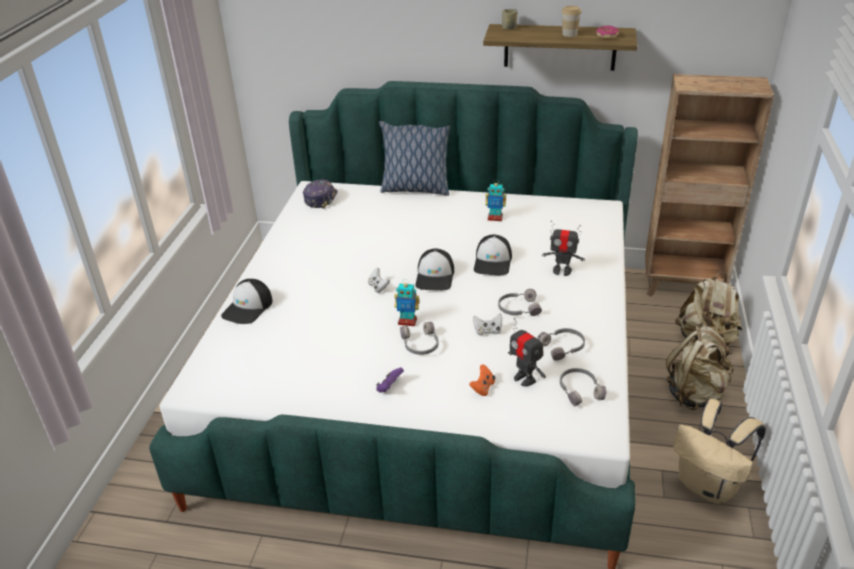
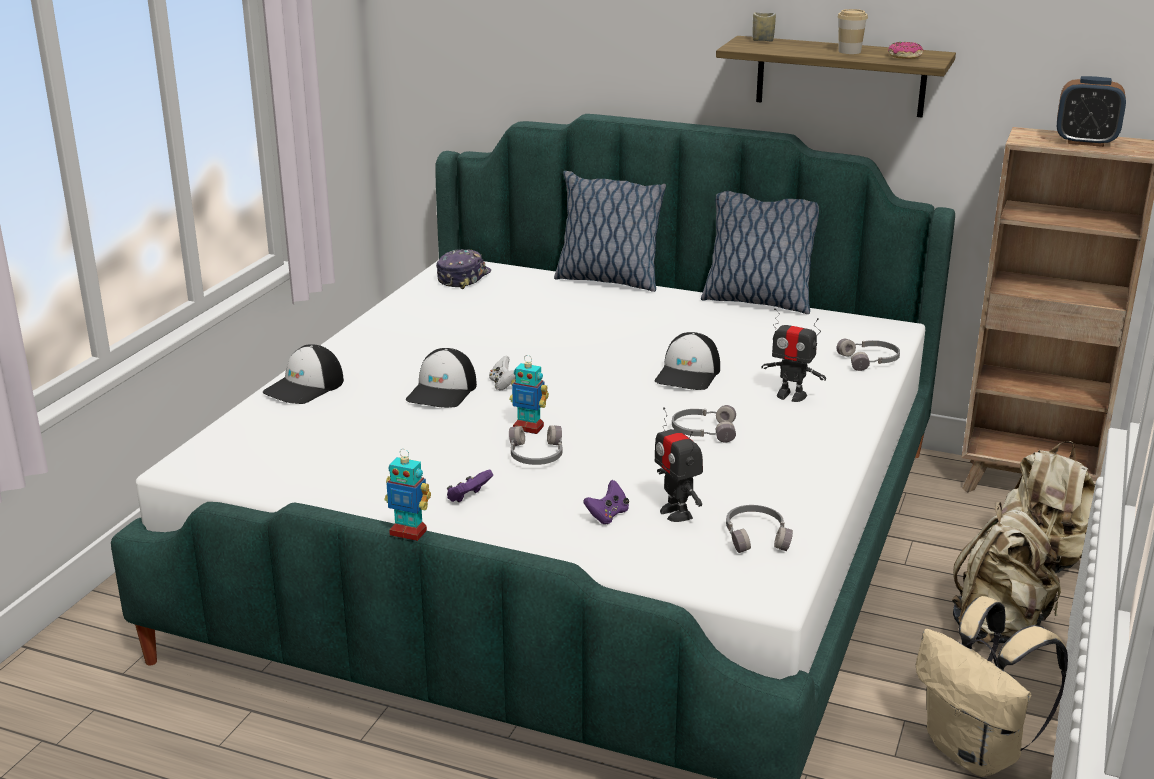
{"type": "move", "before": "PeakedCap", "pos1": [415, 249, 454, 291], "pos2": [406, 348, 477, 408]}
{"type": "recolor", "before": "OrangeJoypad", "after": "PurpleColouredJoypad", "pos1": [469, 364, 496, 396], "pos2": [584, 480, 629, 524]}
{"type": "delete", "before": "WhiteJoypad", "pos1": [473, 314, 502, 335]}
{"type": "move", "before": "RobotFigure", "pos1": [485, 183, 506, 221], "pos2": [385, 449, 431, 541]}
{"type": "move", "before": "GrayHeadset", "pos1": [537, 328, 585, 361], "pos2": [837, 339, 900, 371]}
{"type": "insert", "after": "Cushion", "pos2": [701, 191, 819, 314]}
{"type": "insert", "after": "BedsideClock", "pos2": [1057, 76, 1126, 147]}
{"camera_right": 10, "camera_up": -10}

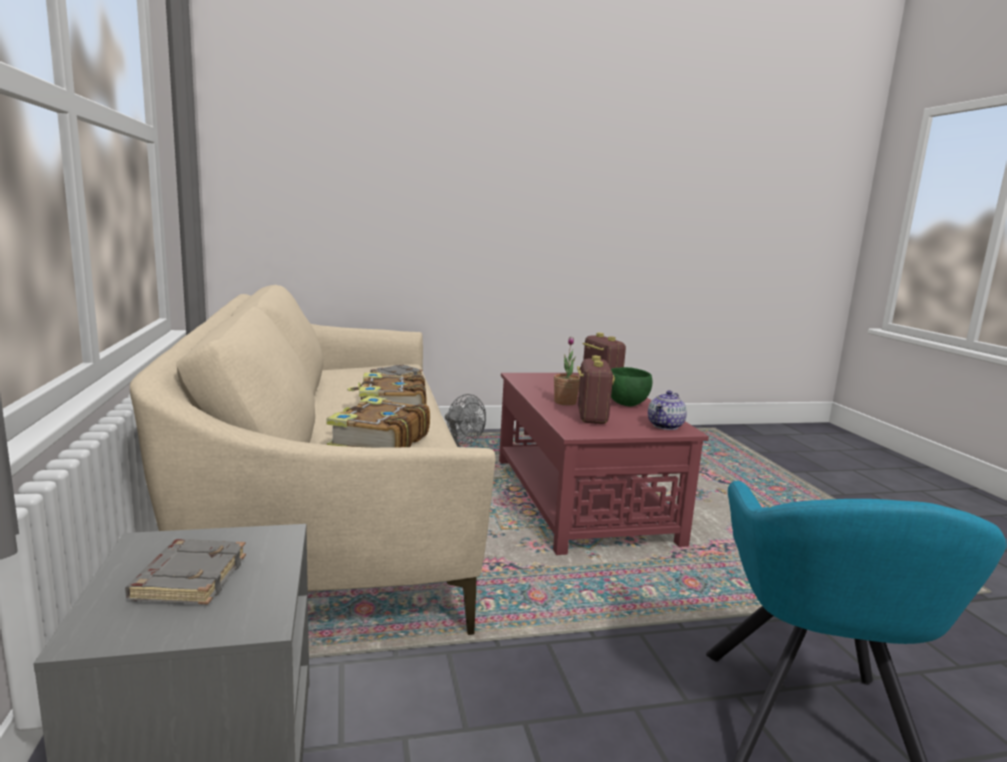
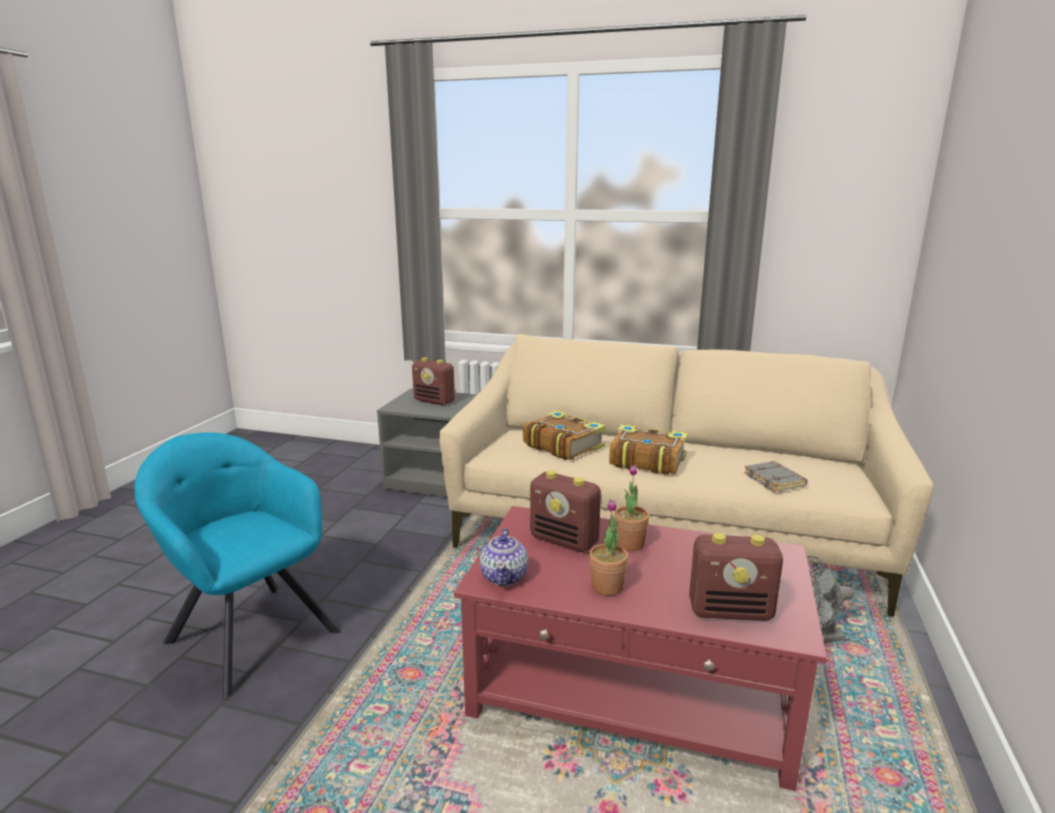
{"type": "replace", "before": "GrayVolume", "after": "RadioReceiver", "pos1": [125, 539, 246, 605], "pos2": [412, 357, 455, 405]}
{"type": "replace", "before": "GreenColouredServingBowl", "after": "Houseplant", "pos1": [611, 367, 652, 407], "pos2": [589, 499, 628, 596]}
{"type": "rotate", "before": "PotForTea", "pos1": [648, 390, 687, 430], "pos2": [480, 528, 528, 586], "turn": -150}
{"camera_right": 120, "camera_up": 5}

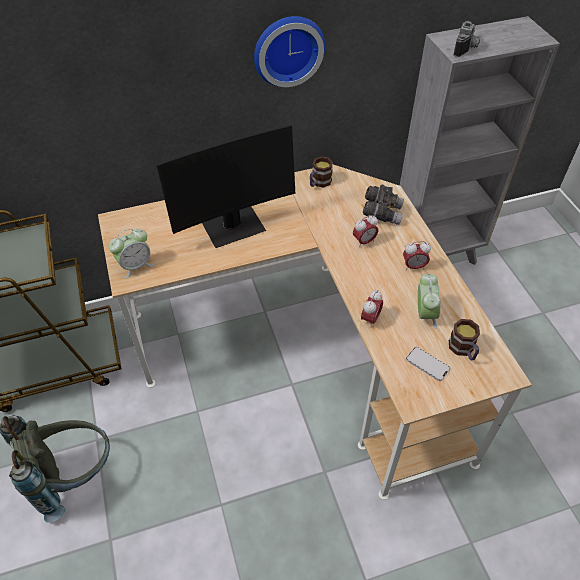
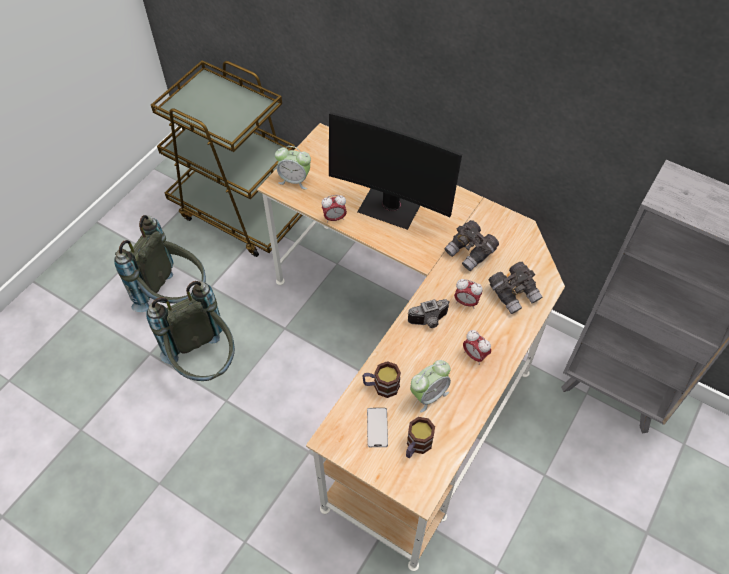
{"type": "delete", "before": "ClockOnTheWall", "pos1": [254, 16, 325, 87]}
{"type": "move", "before": "CoffeeMug", "pos1": [310, 156, 333, 188], "pos2": [362, 361, 401, 398]}
{"type": "move", "before": "BedsideClock", "pos1": [361, 290, 383, 328], "pos2": [322, 195, 347, 223]}
{"type": "move", "before": "PhotoCamera", "pos1": [453, 21, 480, 57], "pos2": [408, 299, 450, 328]}
{"type": "insert", "after": "GrayKnapsack", "pos2": [146, 281, 235, 381]}
{"type": "insert", "after": "GrayBinoculars", "pos2": [444, 220, 499, 271]}
{"camera_right": 50, "camera_up": 5}

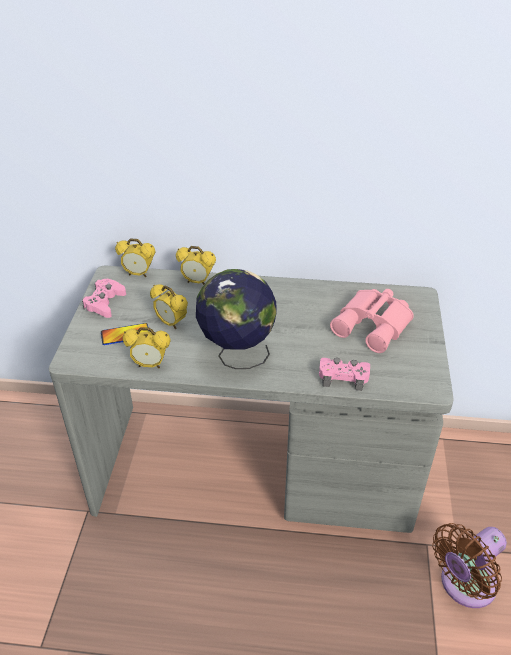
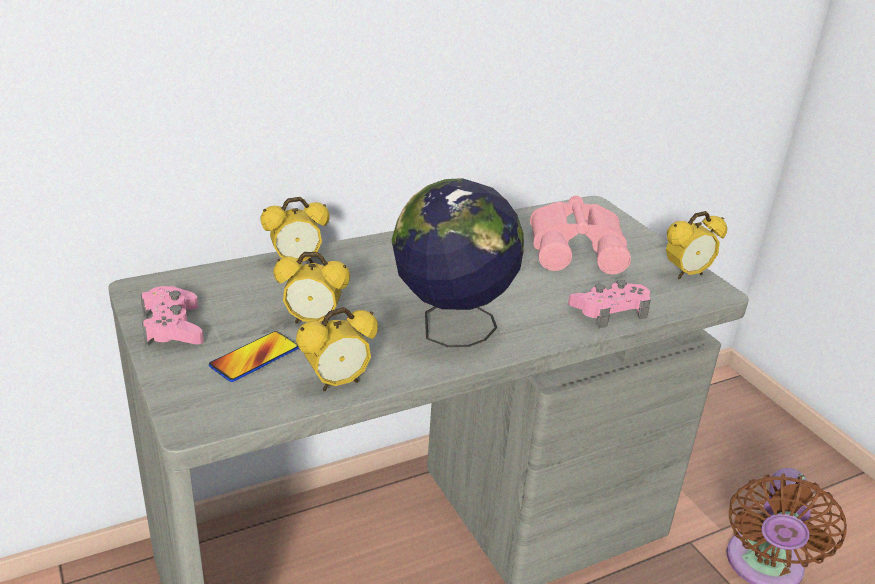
{"type": "move", "before": "BedsideClock", "pos1": [115, 239, 156, 277], "pos2": [666, 211, 727, 279]}
{"camera_right": -35, "camera_up": -10}

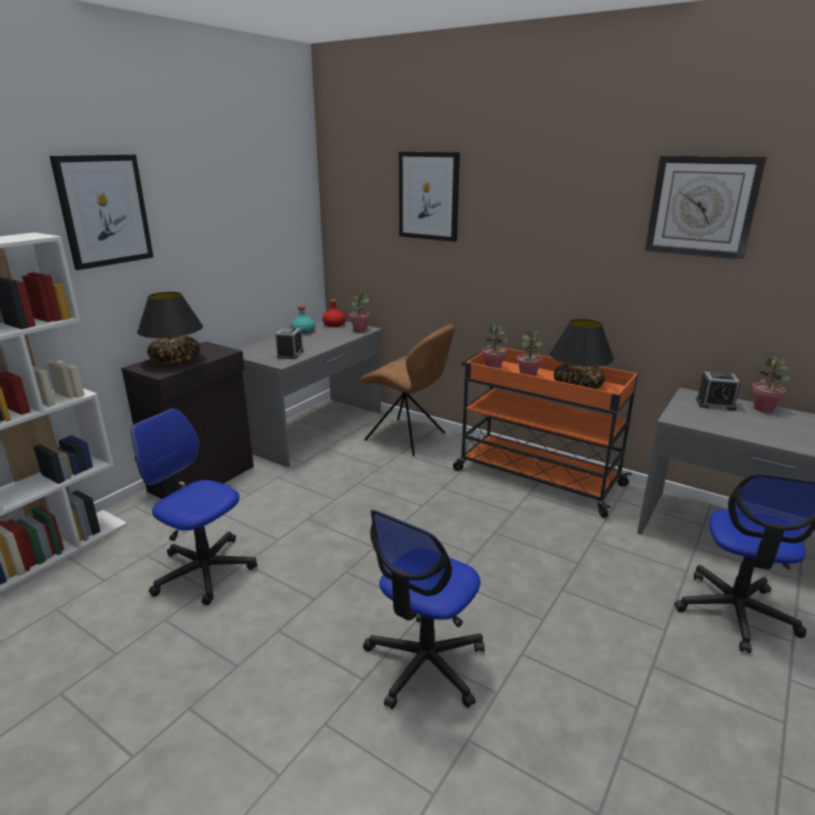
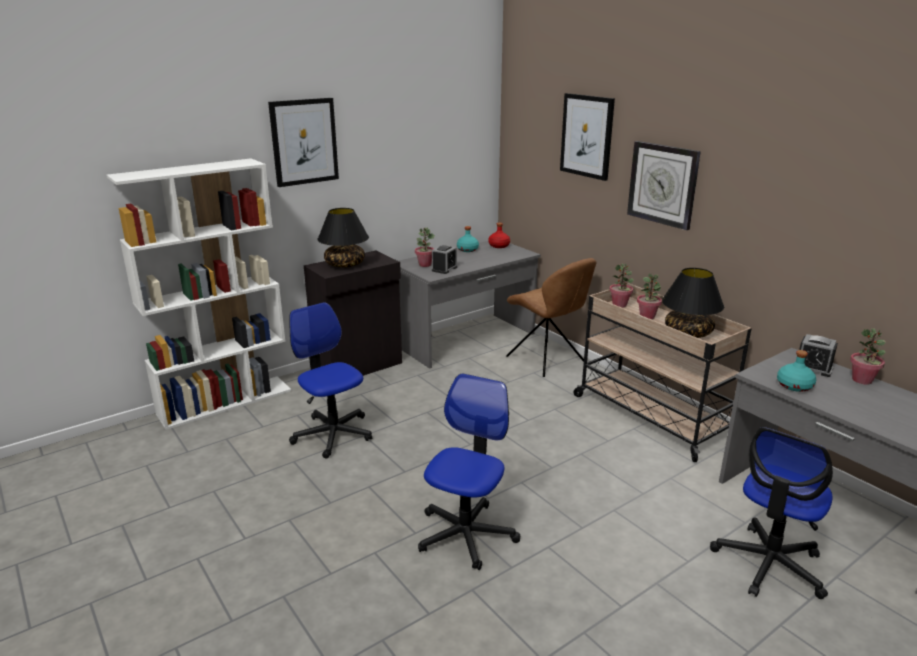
{"type": "move", "before": "Houseplant", "pos1": [349, 291, 370, 332], "pos2": [415, 227, 435, 267]}
{"type": "rotate", "before": "DeskChair", "pos1": [363, 510, 485, 709], "pos2": [418, 374, 520, 570], "turn": 150}
{"type": "recolor", "before": "OrangeWheeledCart", "after": "SandColouredWheeledCart", "pos1": [453, 347, 638, 518], "pos2": [573, 283, 752, 462]}
{"type": "move", "before": "ClockOnTheWall", "pos1": [645, 156, 767, 260], "pos2": [627, 141, 701, 230]}
{"type": "insert", "after": "TurquoiseColouredDrinkBottle", "pos2": [777, 350, 816, 392]}
{"camera_right": 20, "camera_up": 0}

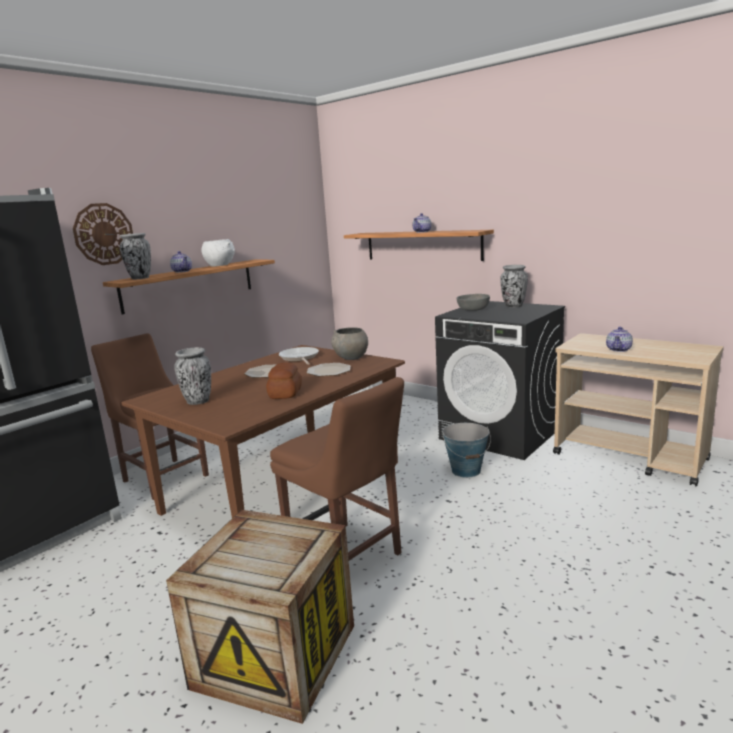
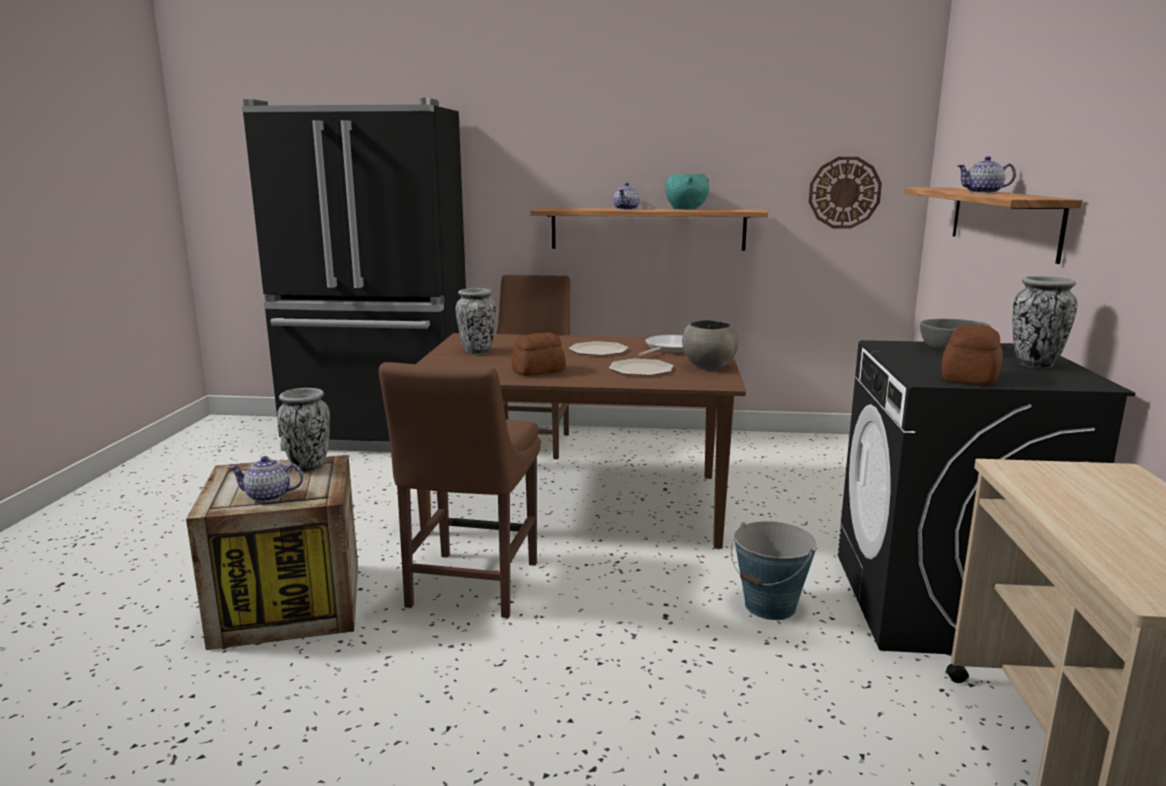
{"type": "move", "before": "ClockOnTheWall", "pos1": [73, 203, 133, 265], "pos2": [809, 157, 882, 229]}
{"type": "move", "before": "DecorativeVase", "pos1": [120, 233, 151, 279], "pos2": [277, 388, 330, 472]}
{"type": "recolor", "before": "WhiteServingBowl", "after": "TurquoiseColouredServingBowl", "pos1": [202, 239, 235, 267], "pos2": [665, 174, 709, 209]}
{"type": "move", "before": "PotForTea", "pos1": [606, 327, 633, 352], "pos2": [228, 456, 304, 502]}
{"type": "insert", "after": "BakedBread", "pos2": [941, 324, 1003, 385]}
{"camera_right": 55, "camera_up": 0}

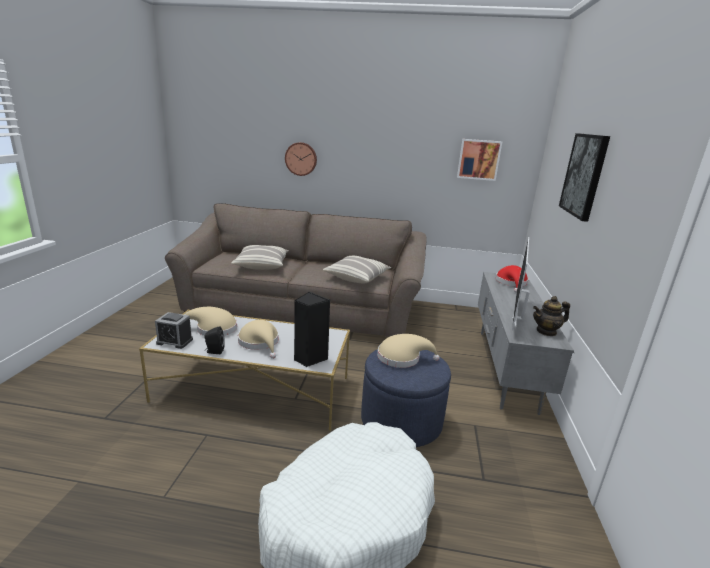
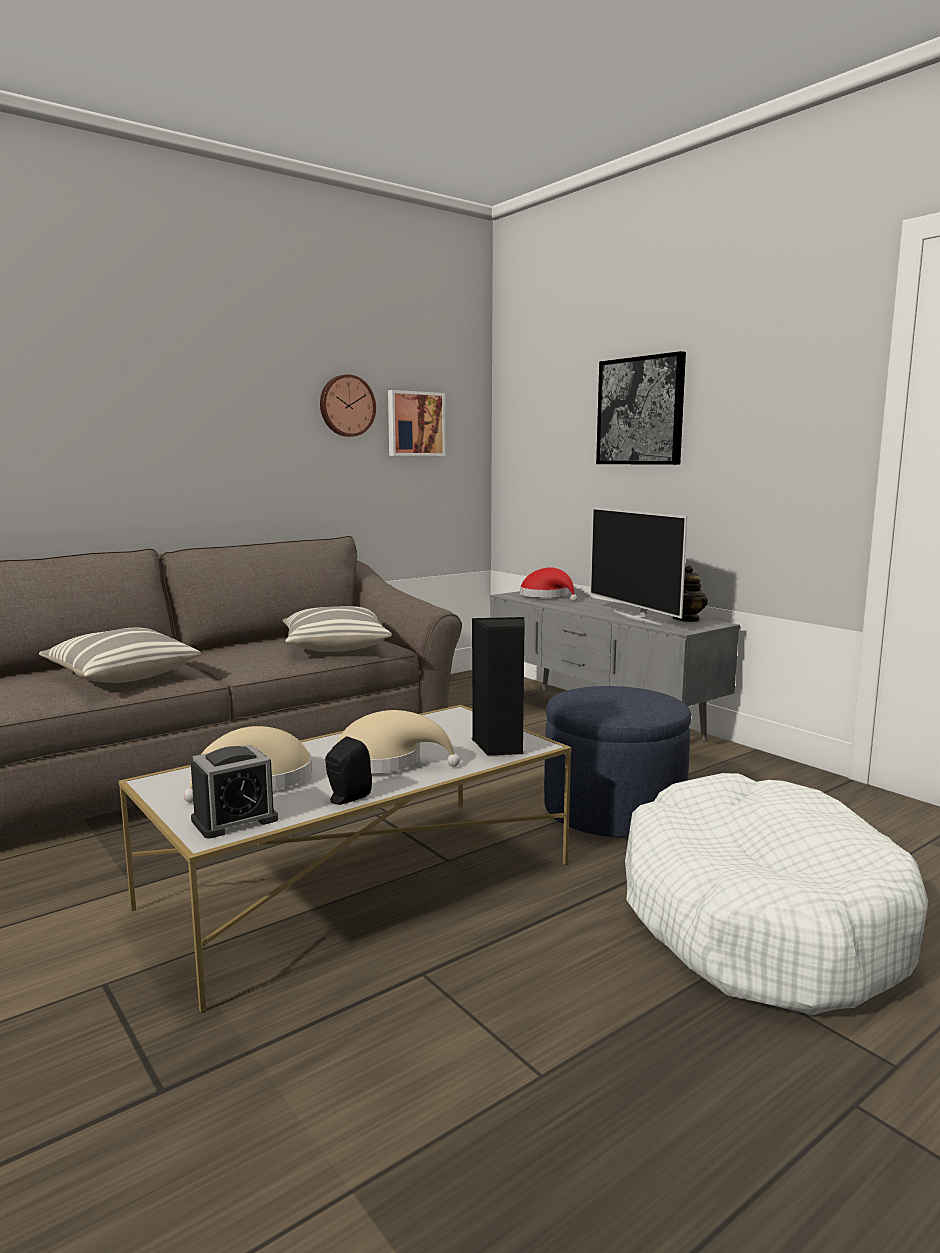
{"type": "move", "before": "ClockOnTheWall", "pos1": [285, 142, 317, 176], "pos2": [320, 374, 376, 437]}
{"type": "delete", "before": "SandColouredClothingHat", "pos1": [377, 334, 440, 368]}
{"camera_right": -45, "camera_up": -10}

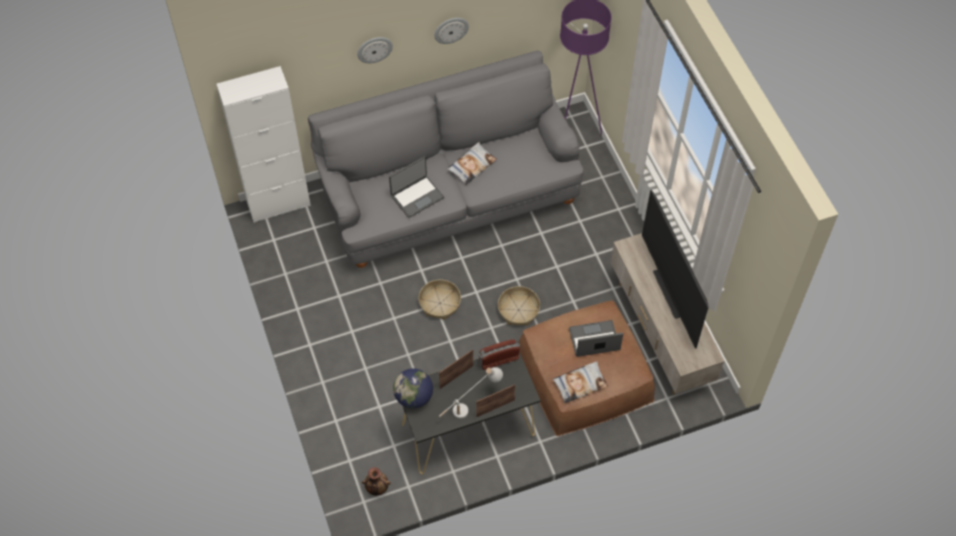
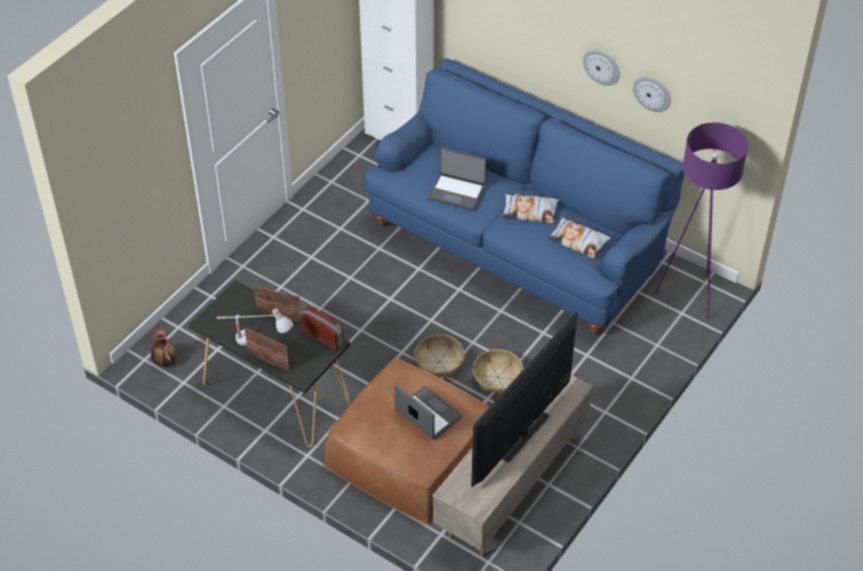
{"type": "recolor", "before": "GrayCouch", "after": "BlueCouch", "pos1": [308, 50, 583, 268], "pos2": [365, 58, 685, 334]}
{"type": "move", "before": "ClockOnTheWall", "pos1": [357, 37, 393, 63], "pos2": [633, 76, 671, 112]}
{"type": "delete", "before": "Globe", "pos1": [393, 368, 433, 409]}
{"type": "move", "before": "Basket", "pos1": [419, 280, 461, 320], "pos2": [473, 349, 523, 393]}
{"type": "move", "before": "Cushion", "pos1": [552, 361, 608, 403], "pos2": [548, 217, 610, 259]}
{"camera_right": 55, "camera_up": -10}

